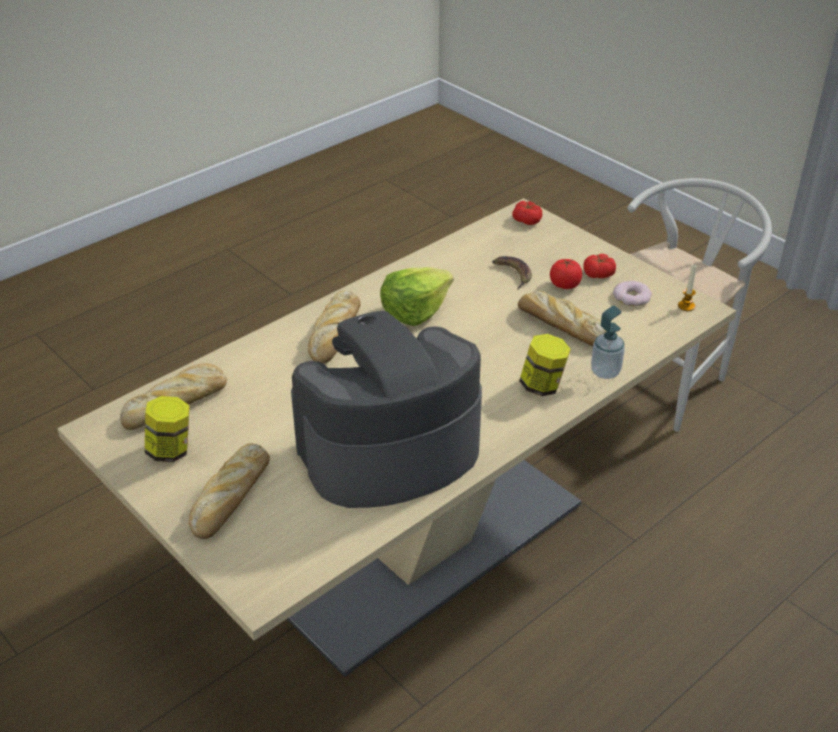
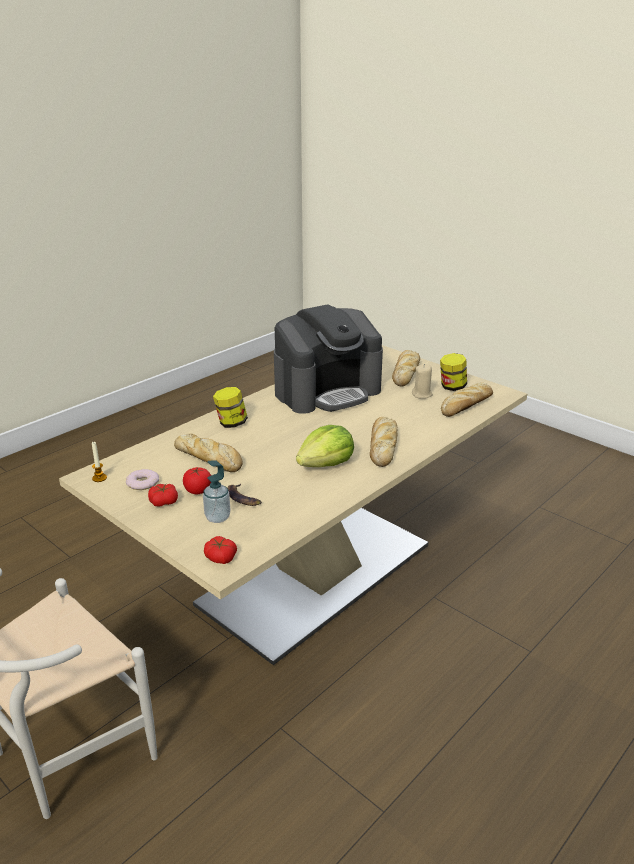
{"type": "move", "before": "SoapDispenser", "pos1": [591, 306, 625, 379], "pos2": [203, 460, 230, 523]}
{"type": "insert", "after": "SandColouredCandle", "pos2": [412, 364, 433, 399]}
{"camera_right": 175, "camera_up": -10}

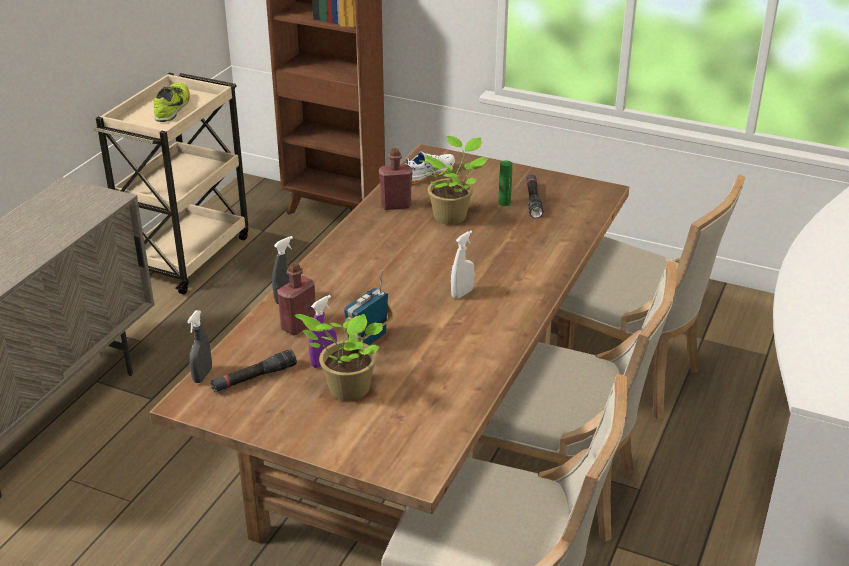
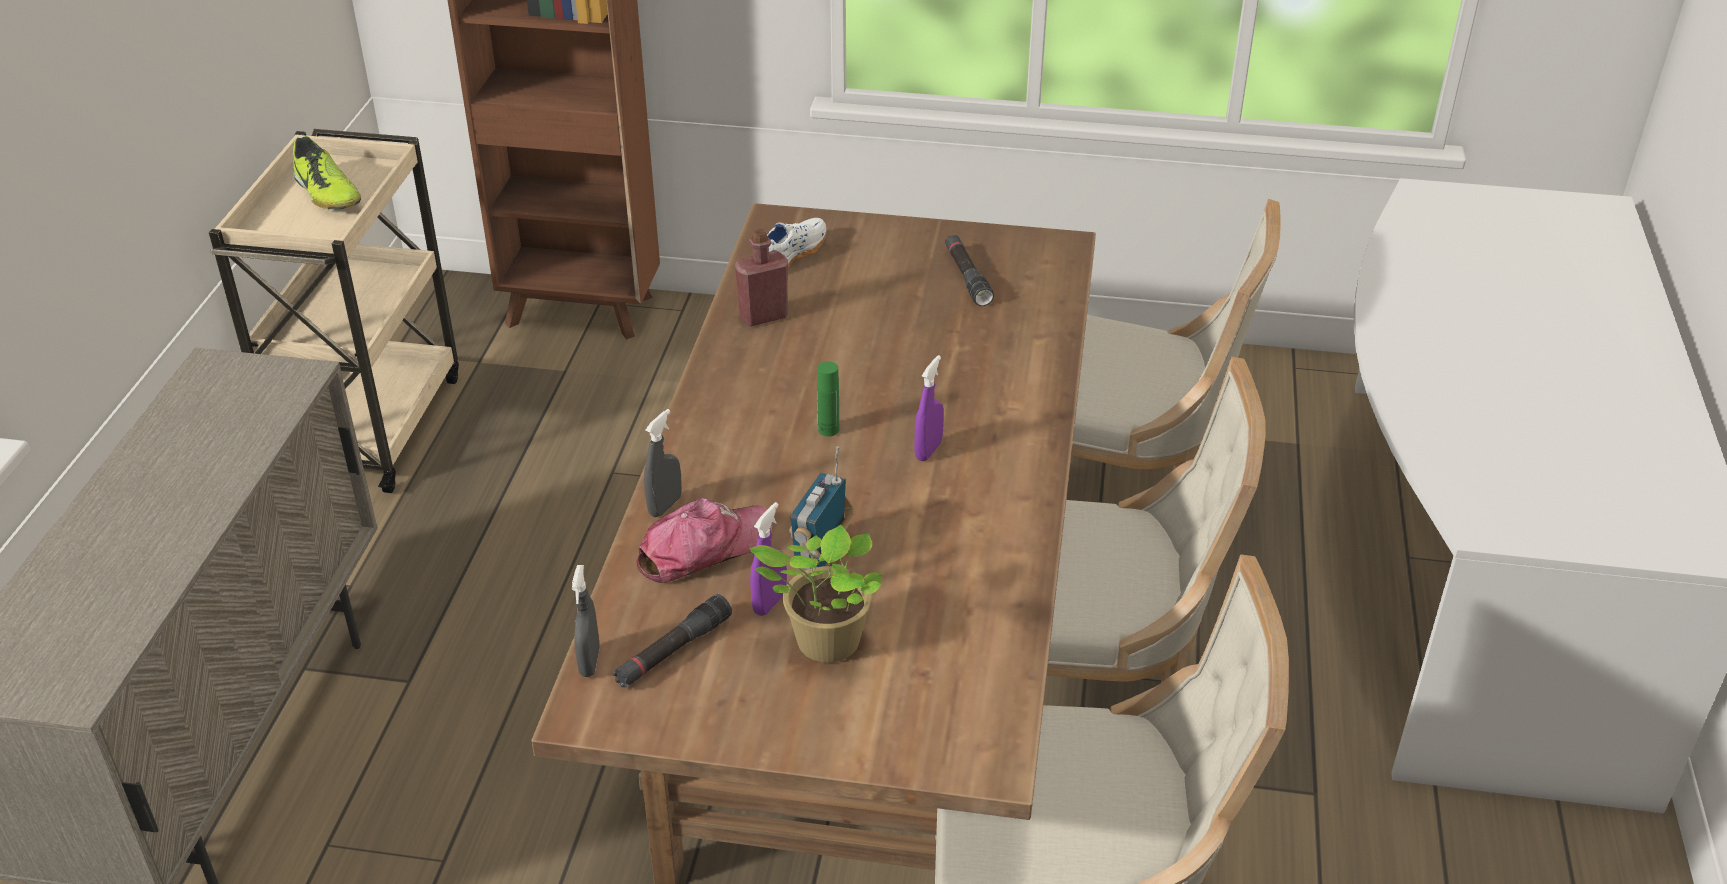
{"type": "rotate", "before": "LowShoe", "pos1": [153, 82, 190, 122], "pos2": [293, 136, 361, 209], "turn": 150}
{"type": "replace", "before": "ReddishDrinkBottle", "after": "PeakedCap", "pos1": [277, 262, 316, 336], "pos2": [636, 498, 772, 583]}
{"type": "delete", "before": "Houseplant", "pos1": [419, 136, 489, 224]}
{"type": "recolor", "before": "WhiteSprayer", "after": "PurpleColouredSprayer", "pos1": [451, 230, 474, 299], "pos2": [914, 355, 944, 461]}
{"type": "move", "before": "GreenColouredDrinkBottle", "pos1": [498, 160, 512, 206], "pos2": [817, 361, 839, 436]}
{"camera_right": -15, "camera_up": 5}

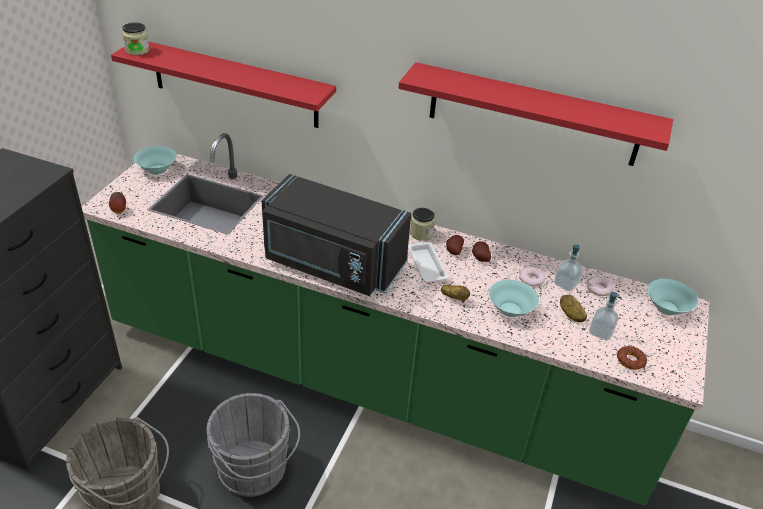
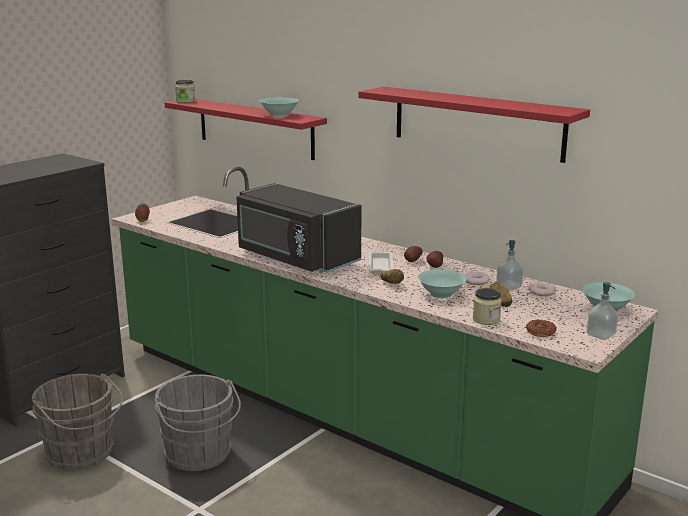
{"type": "move", "before": "TurquoiseColouredServingBowl", "pos1": [134, 146, 177, 175], "pos2": [260, 97, 299, 117]}
{"type": "move", "before": "Jar", "pos1": [410, 208, 435, 241], "pos2": [473, 288, 502, 325]}
{"type": "move", "before": "SoapDispenser", "pos1": [589, 292, 623, 341], "pos2": [587, 282, 618, 340]}
{"camera_right": 20, "camera_up": -20}

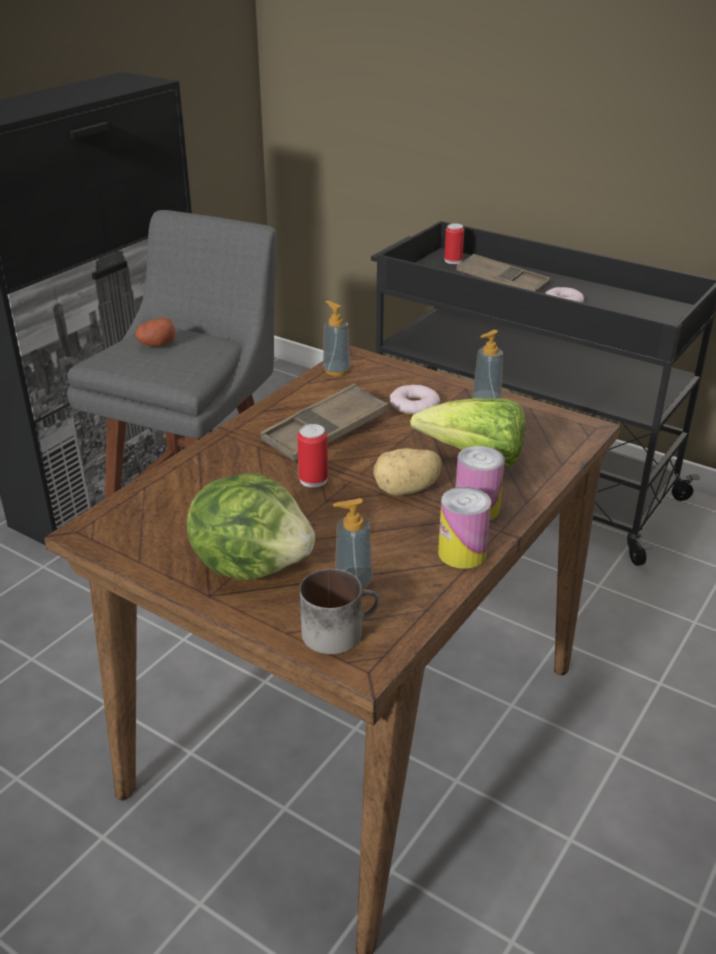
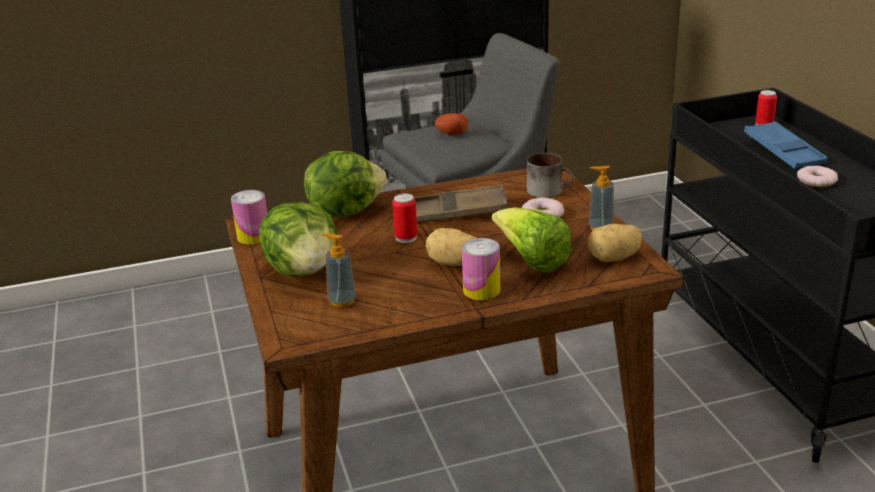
{"type": "move", "before": "CoffeeMug", "pos1": [300, 569, 380, 654], "pos2": [527, 153, 573, 198]}
{"type": "delete", "before": "SoapDispenser", "pos1": [323, 301, 350, 376]}
{"type": "move", "before": "Can", "pos1": [438, 487, 491, 569], "pos2": [231, 190, 267, 245]}
{"type": "recolor", "before": "BrownishServingTray", "after": "BlueServingTray", "pos1": [456, 254, 550, 292], "pos2": [744, 121, 828, 169]}
{"type": "insert", "after": "LettuceHead", "pos2": [304, 151, 387, 218]}
{"type": "insert", "after": "Spud", "pos2": [588, 224, 642, 262]}
{"camera_right": 40, "camera_up": -5}

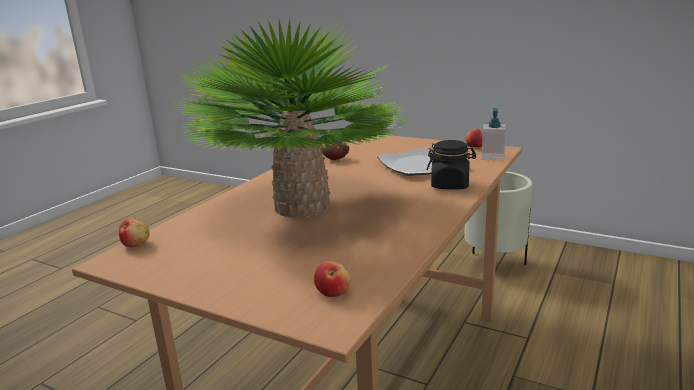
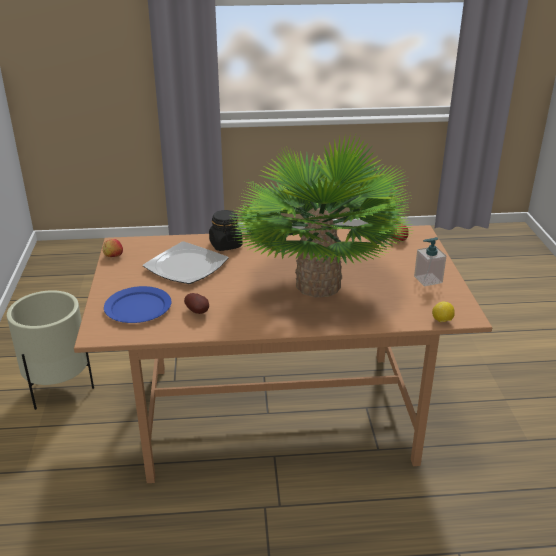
{"type": "replace", "before": "WholeApple", "after": "WholeLemon", "pos1": [119, 218, 150, 247], "pos2": [432, 301, 455, 322]}
{"type": "move", "before": "SoapDispenser", "pos1": [482, 108, 506, 160], "pos2": [414, 237, 446, 286]}
{"type": "insert", "after": "BlueDinnerPlate", "pos2": [104, 286, 171, 323]}
{"camera_right": -125, "camera_up": 10}

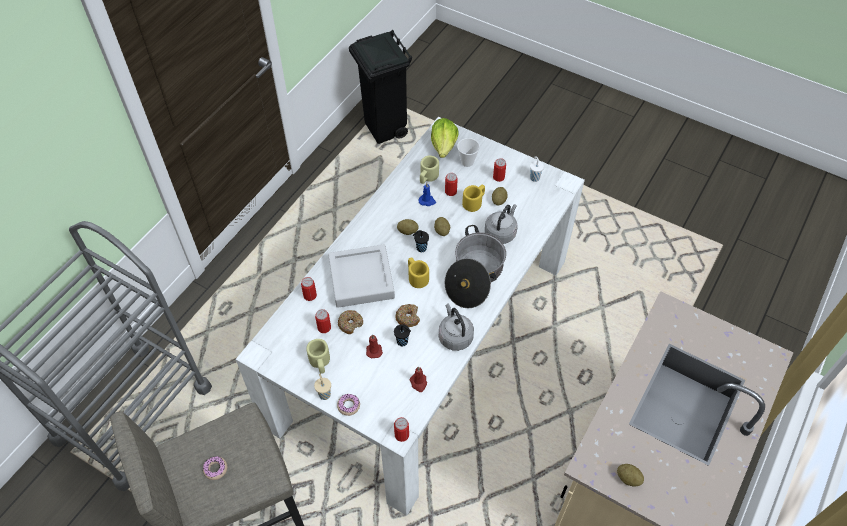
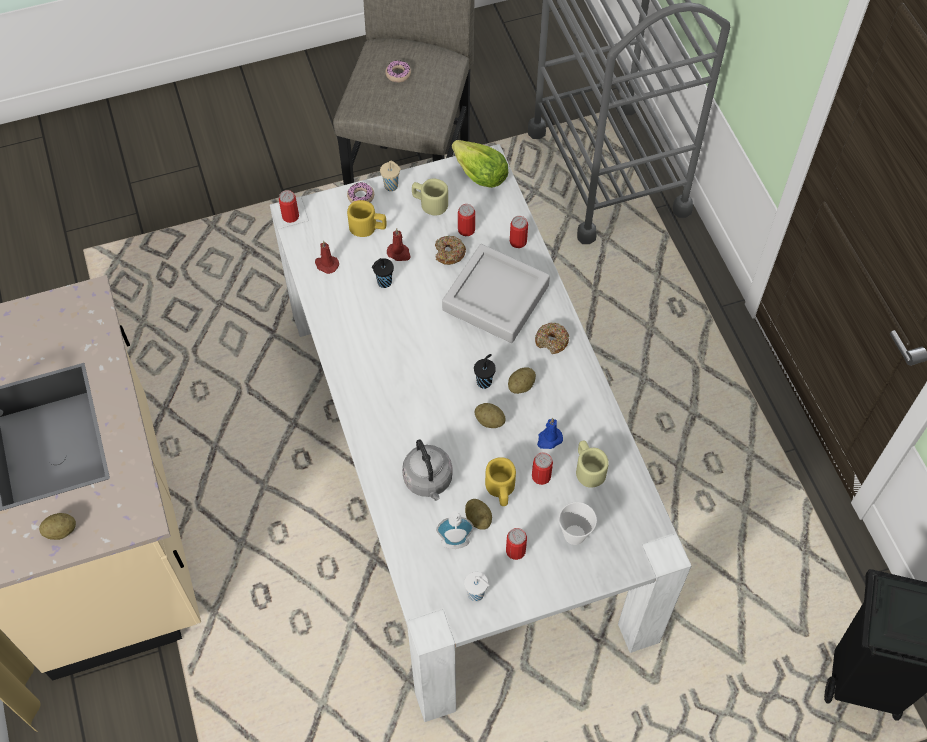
{"type": "move", "before": "Doughnut", "pos1": [396, 304, 420, 327], "pos2": [535, 323, 569, 354]}
{"type": "move", "before": "YellowishCoffeeMug", "pos1": [408, 257, 429, 288], "pos2": [347, 200, 387, 237]}
{"type": "move", "before": "LettuceHead", "pos1": [431, 118, 459, 158], "pos2": [452, 140, 508, 188]}
{"type": "delete", "before": "GrayTeaKettle", "pos1": [439, 303, 474, 351]}
{"type": "delete", "before": "CookingPot", "pos1": [444, 225, 506, 308]}
{"type": "move", "before": "Spud", "pos1": [617, 464, 644, 487], "pos2": [39, 513, 76, 540]}
{"type": "insert", "after": "SoapDispenser", "pos2": [436, 511, 474, 549]}
{"camera_right": 130, "camera_up": 5}

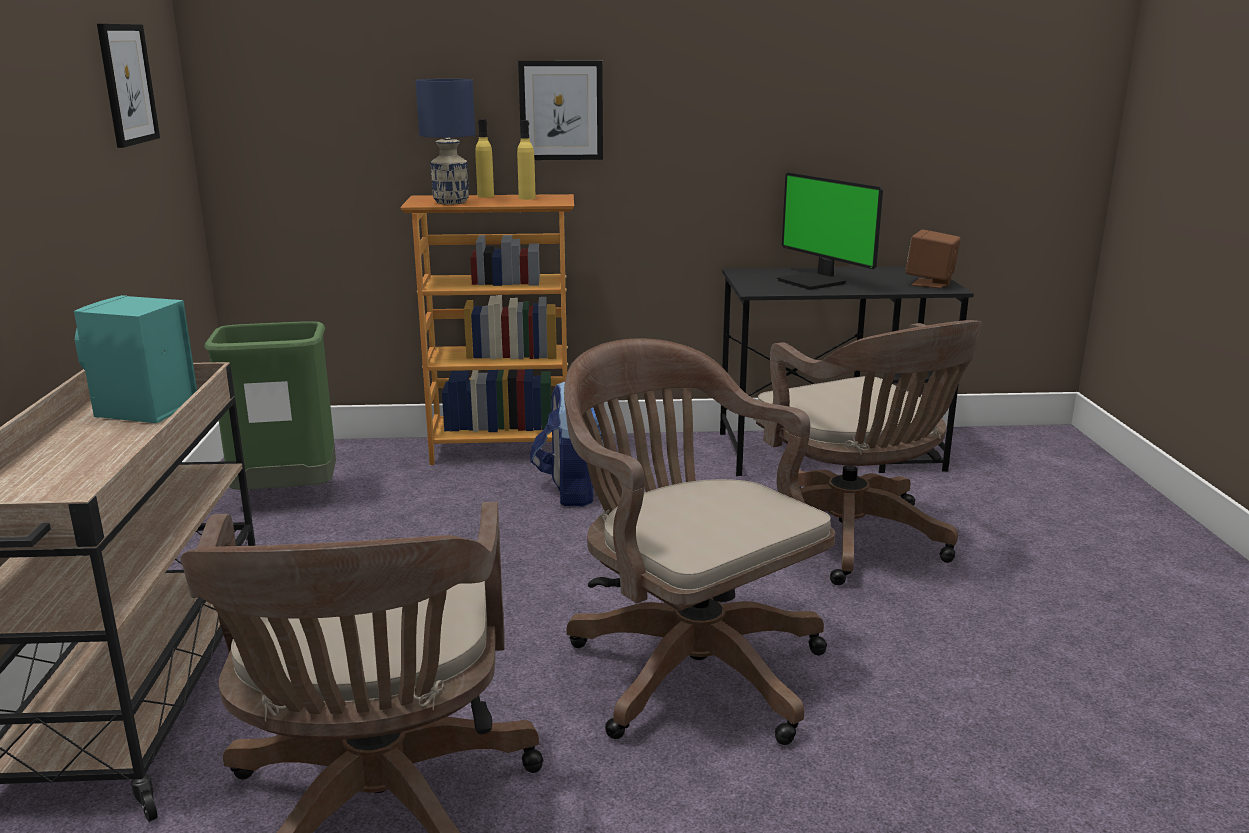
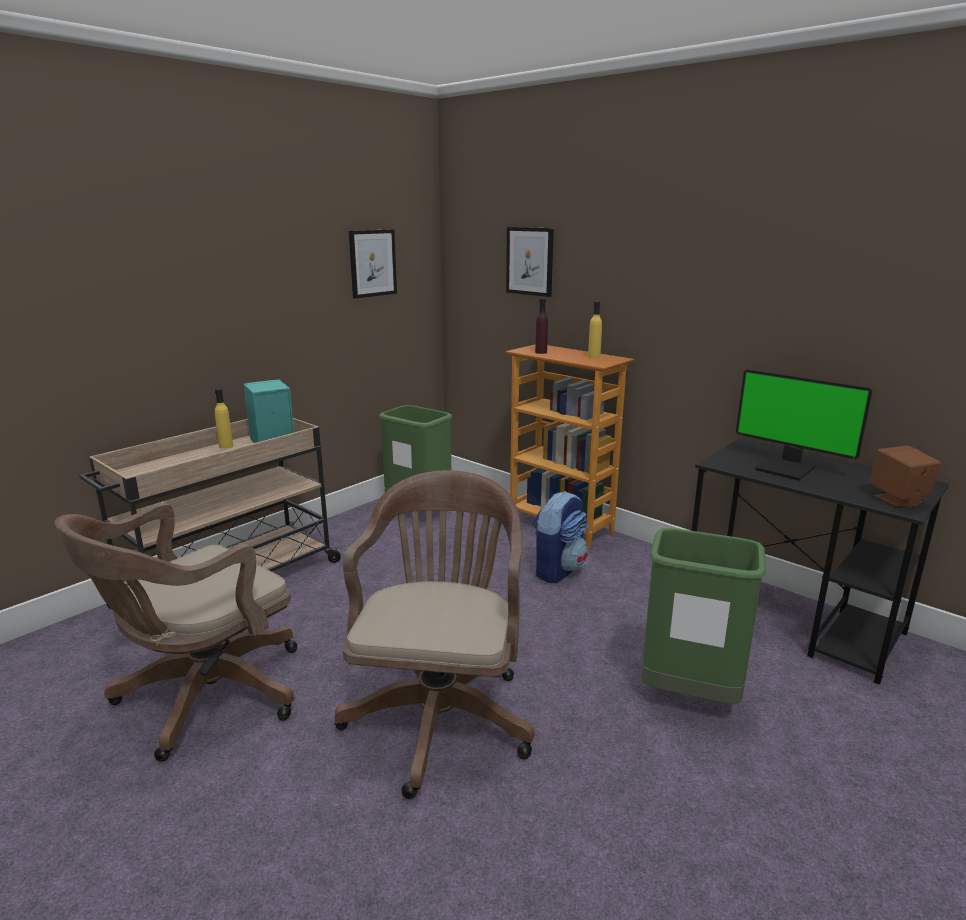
{"type": "replace", "before": "BlueTabletopLamp", "after": "PurpleColouredDrinkBottle", "pos1": [416, 79, 475, 205], "pos2": [535, 298, 548, 354]}
{"type": "move", "before": "YellowishDrinkBottle", "pos1": [475, 119, 494, 198], "pos2": [215, 388, 233, 449]}
{"type": "move", "before": "WallPicture", "pos1": [518, 61, 603, 160], "pos2": [506, 227, 554, 297]}
{"type": "replace", "before": "BrownishDeskChair", "after": "GreenColouredWasteBin", "pos1": [753, 320, 982, 585], "pos2": [641, 528, 766, 704]}
{"type": "rotate", "before": "Monitor", "pos1": [777, 173, 883, 290], "pos2": [736, 369, 872, 481], "turn": -60}
{"camera_right": 45, "camera_up": 0}

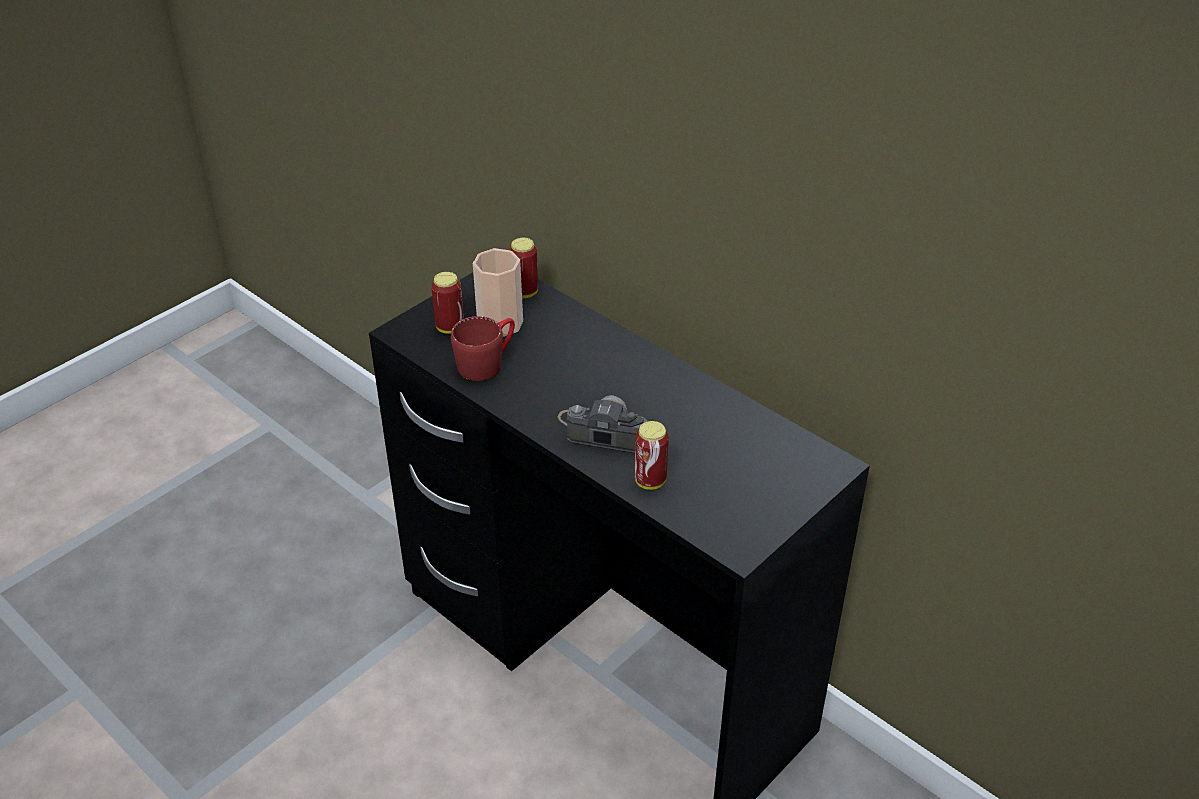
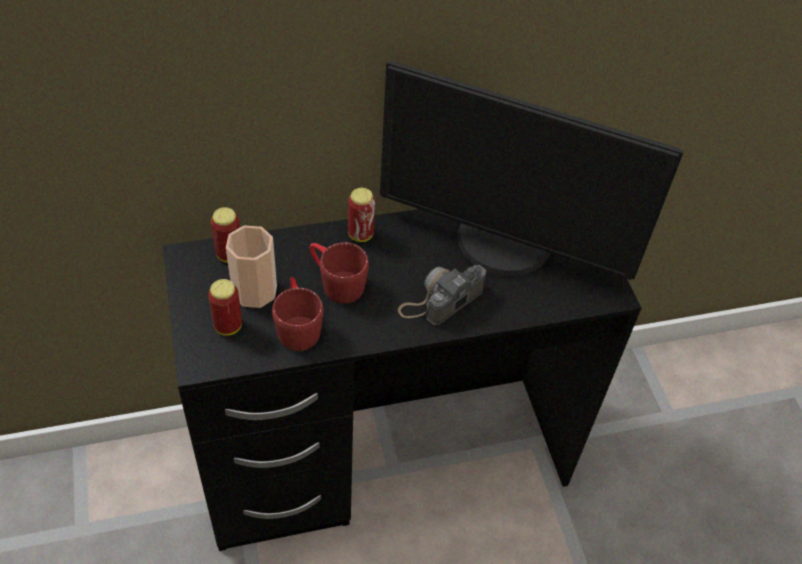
{"type": "move", "before": "Can", "pos1": [635, 421, 669, 490], "pos2": [348, 188, 375, 242]}
{"type": "insert", "after": "ReddishCoffeeMug", "pos2": [310, 242, 369, 303]}
{"type": "insert", "after": "Monitor", "pos2": [380, 61, 684, 280]}
{"camera_right": -60, "camera_up": 10}

